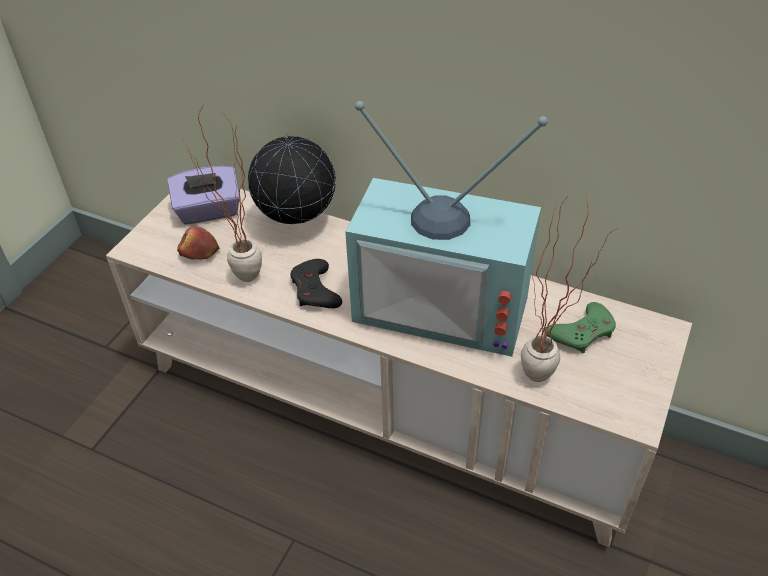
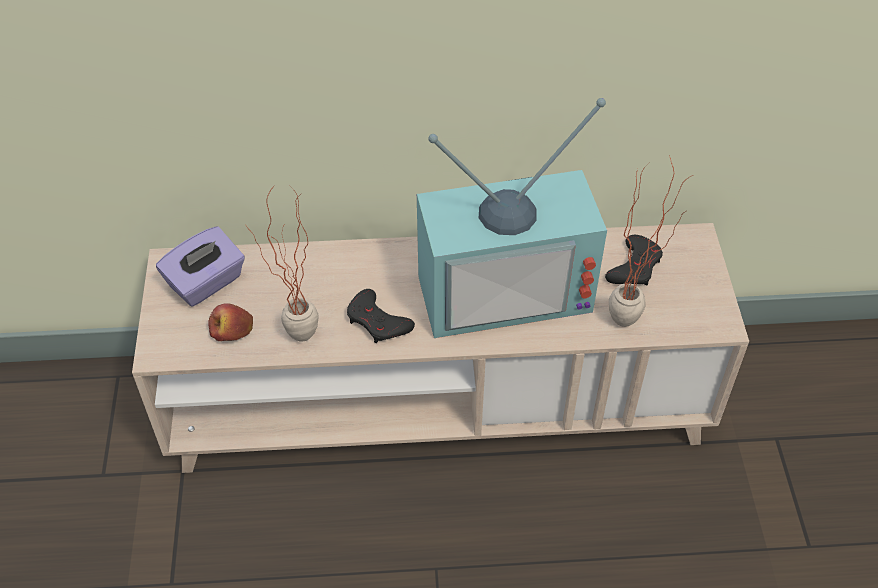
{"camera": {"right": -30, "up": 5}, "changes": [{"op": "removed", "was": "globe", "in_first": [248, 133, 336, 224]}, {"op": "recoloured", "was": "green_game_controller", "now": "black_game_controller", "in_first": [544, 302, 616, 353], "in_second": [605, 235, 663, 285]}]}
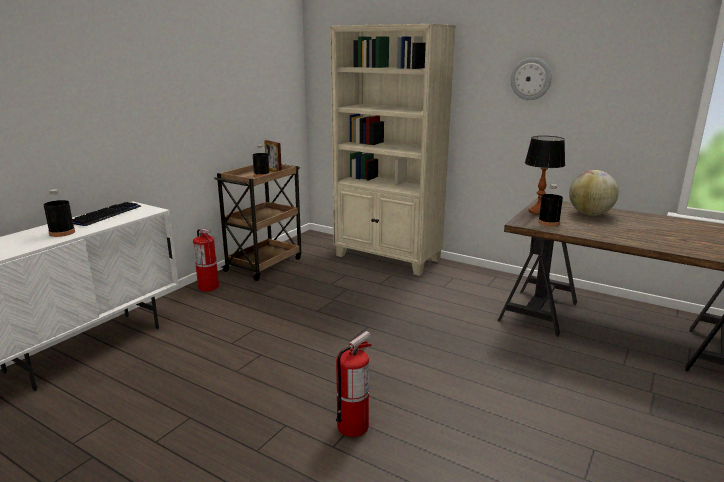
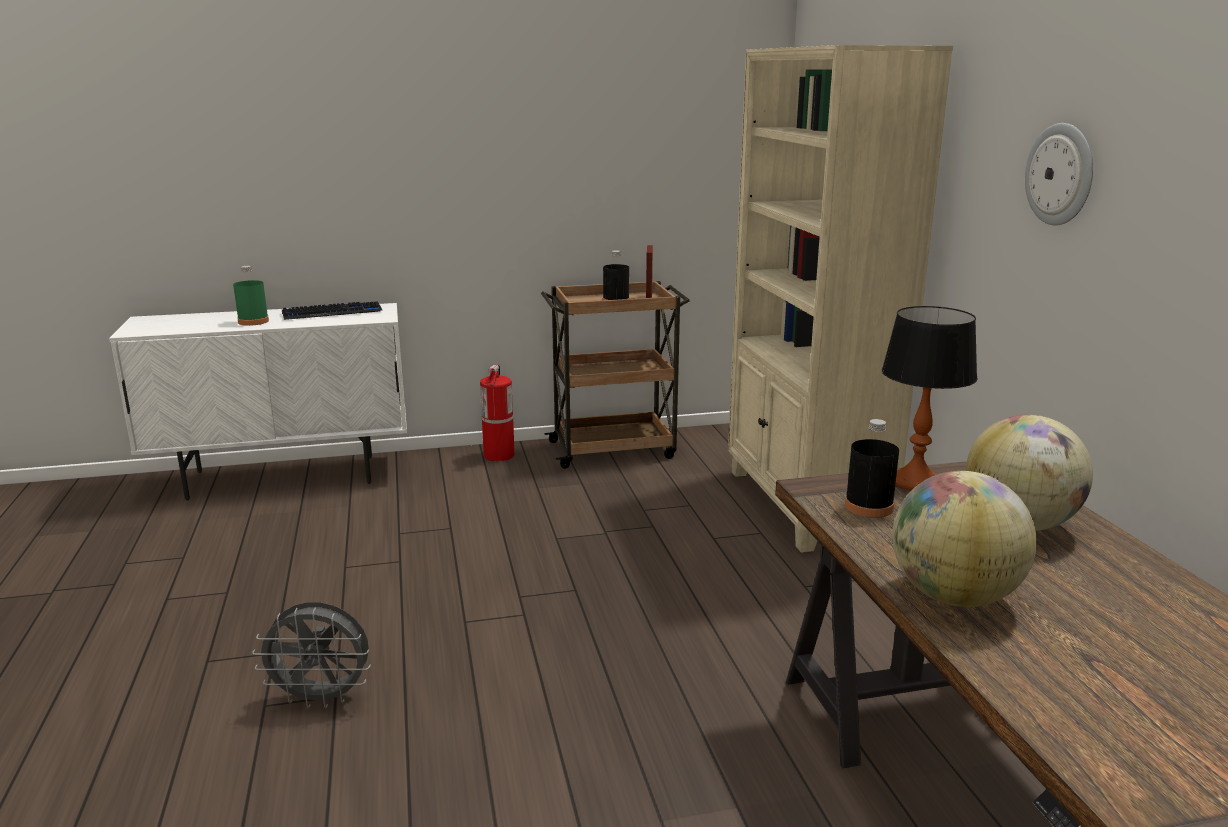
{"camera": {"right": 45, "up": 0}, "changes": [{"op": "recoloured", "was": "black_bottle", "now": "green_bottle", "in_first": [44, 189, 75, 237], "in_second": [233, 266, 269, 326]}, {"op": "replaced", "was": "fire_extinguisher", "now": "grey_fan", "in_first": [336, 331, 372, 437], "in_second": [252, 602, 371, 709]}, {"op": "added", "now": "globe", "in_second": [892, 471, 1037, 607]}]}
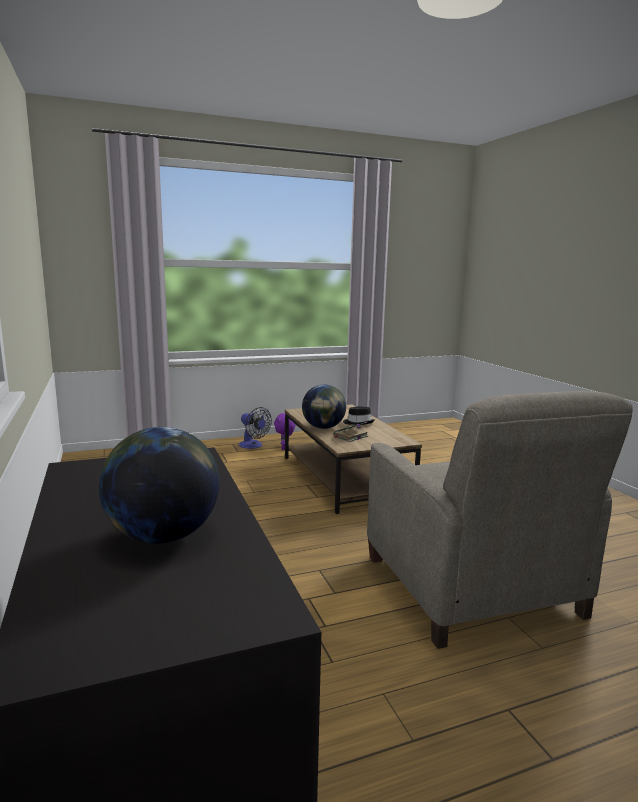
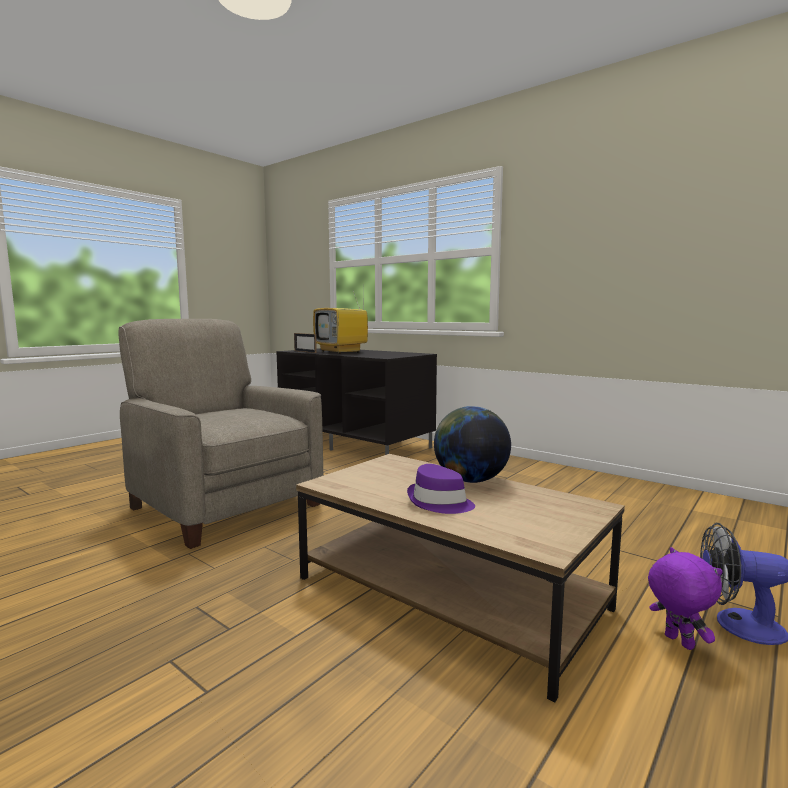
{"camera": {"right": 150, "up": -5}, "changes": [{"op": "recoloured", "was": "black_hat", "now": "purple_hat", "in_first": [343, 406, 374, 425], "in_second": [407, 464, 475, 514]}, {"op": "removed", "was": "book", "in_first": [333, 422, 368, 442]}, {"op": "replaced", "was": "globe", "now": "television", "in_first": [99, 427, 220, 544], "in_second": [313, 278, 368, 354]}, {"op": "added", "now": "picture_frame", "in_second": [294, 333, 317, 353]}]}
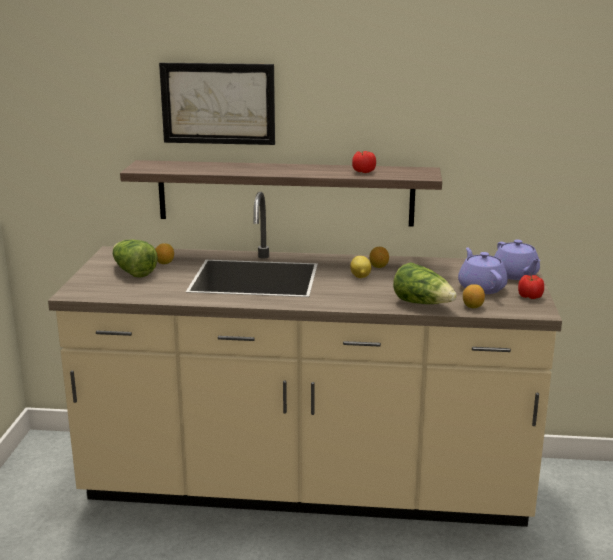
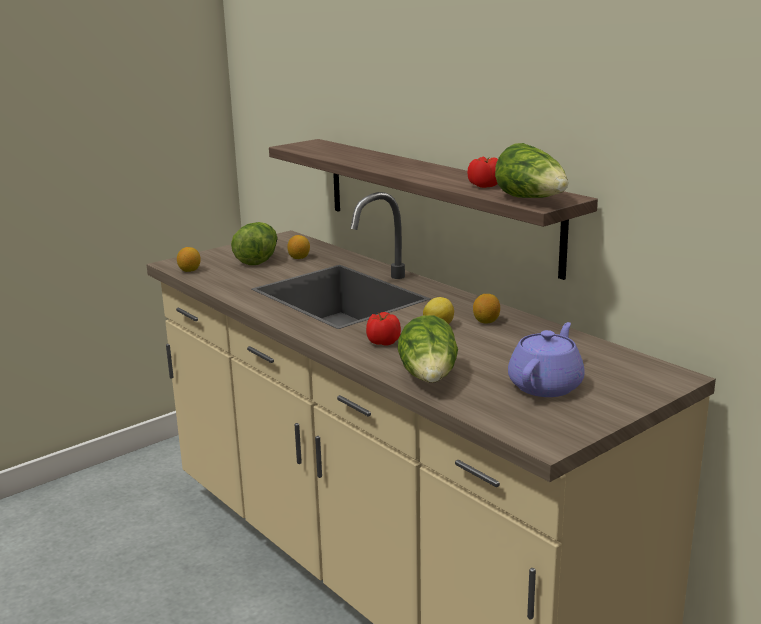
{"camera": {"right": 45, "up": 0}, "changes": [{"op": "removed", "was": "picture", "in_first": [159, 63, 275, 145]}, {"op": "removed", "was": "purple_teapot", "in_first": [495, 240, 541, 280]}, {"op": "moved", "was": "tomato", "in_first": [518, 275, 544, 299], "in_second": [366, 312, 401, 345]}, {"op": "moved", "was": "lemon", "in_first": [463, 284, 485, 308], "in_second": [177, 247, 201, 272]}, {"op": "added", "now": "lettuce", "in_second": [495, 143, 568, 198]}]}
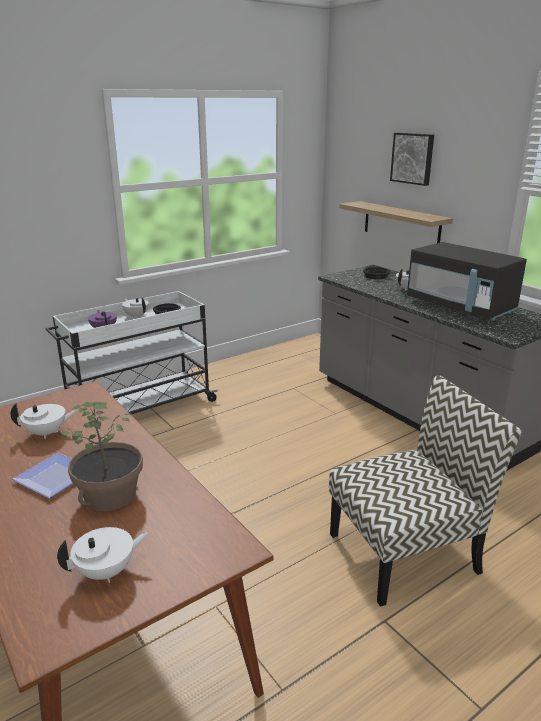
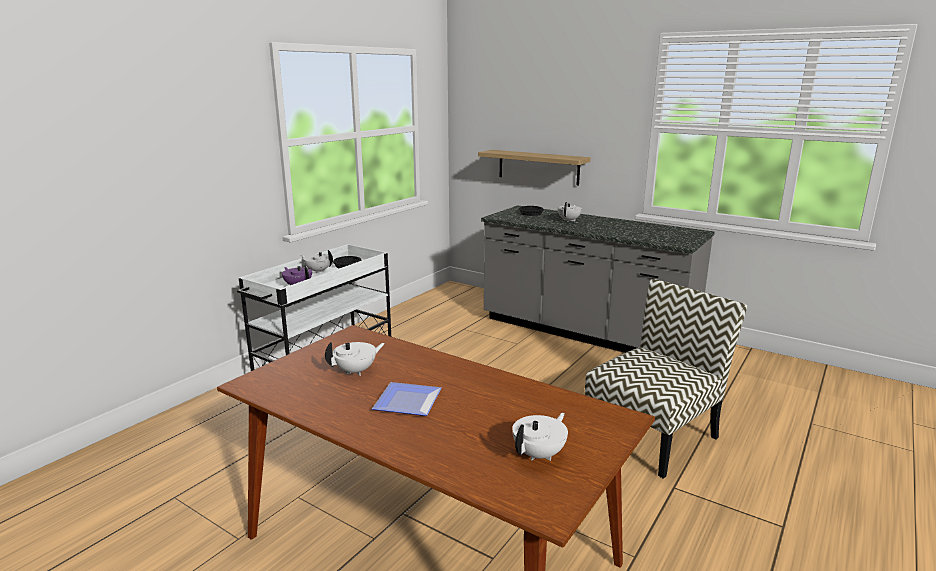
{"camera": {"right": -20, "up": -5}, "changes": [{"op": "removed", "was": "picture", "in_first": [390, 133, 434, 186]}, {"op": "removed", "was": "black_microwave", "in_first": [407, 242, 527, 321]}, {"op": "removed", "was": "potted_plant", "in_first": [61, 401, 143, 511]}]}
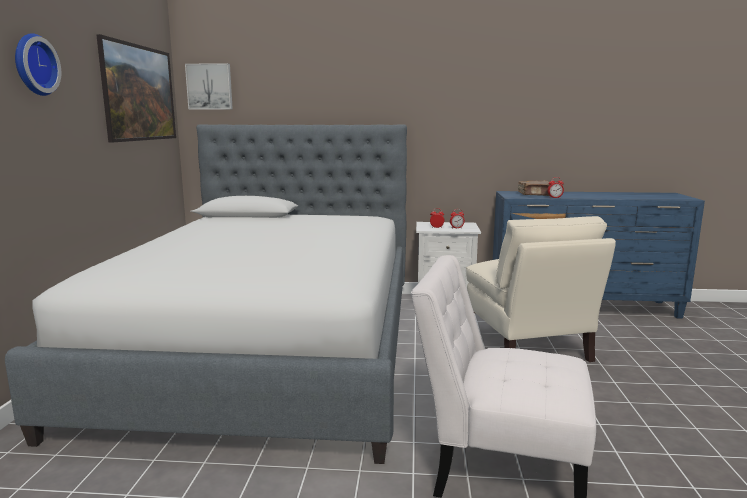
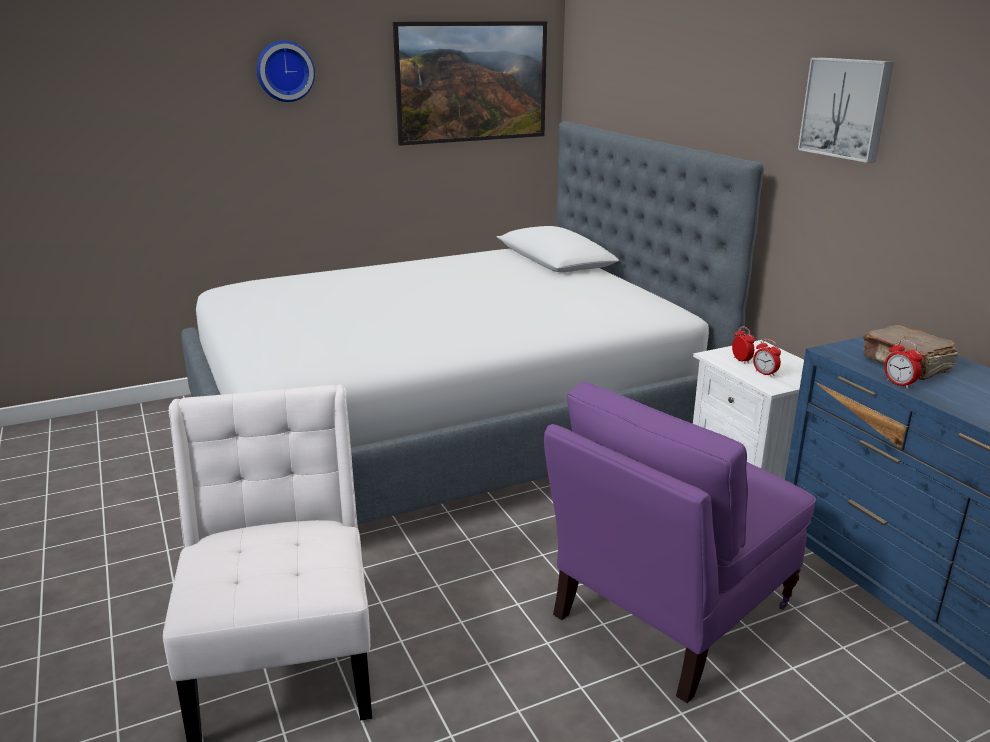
{"camera": {"right": 60, "up": 10}, "changes": [{"op": "moved", "was": "picture", "in_first": [185, 63, 233, 110], "in_second": [798, 57, 894, 163]}, {"op": "recoloured", "was": "beige_armchair", "now": "purple_armchair", "in_first": [466, 216, 616, 362], "in_second": [544, 381, 816, 703]}]}
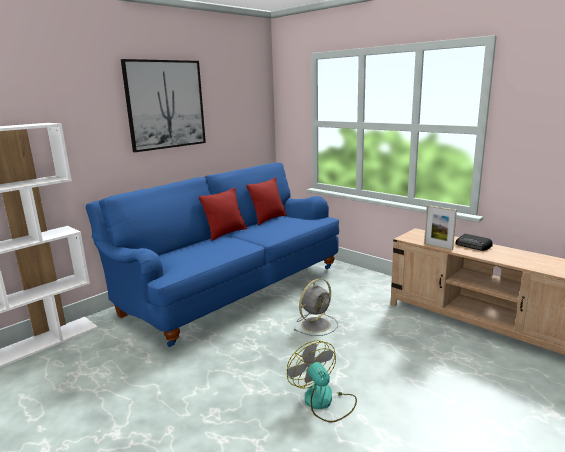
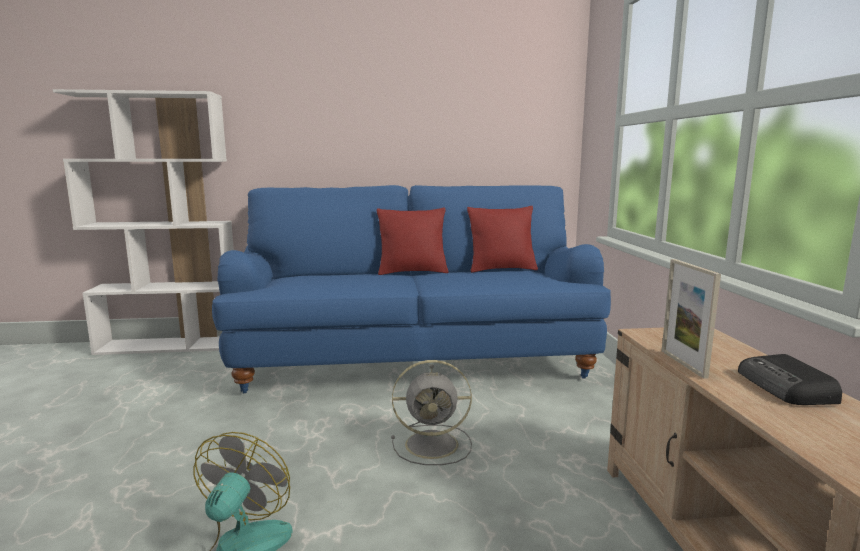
{"camera": {"right": 40, "up": -5}, "changes": [{"op": "removed", "was": "picture", "in_first": [121, 59, 206, 152]}]}
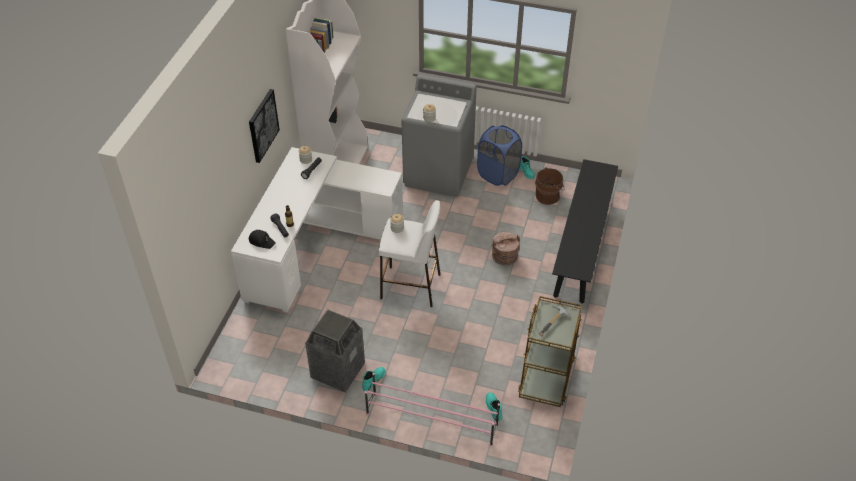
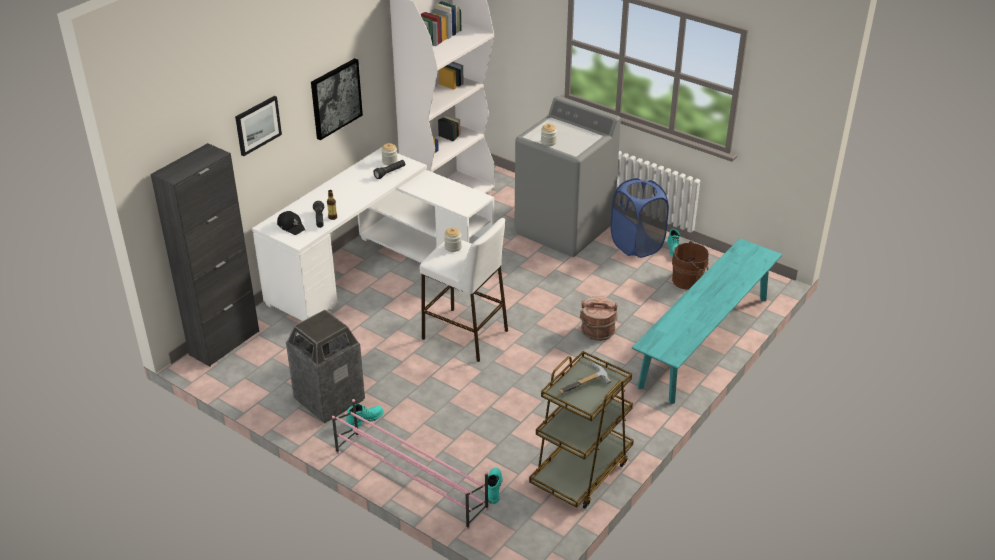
{"camera": {"right": 20, "up": -10}, "changes": [{"op": "recoloured", "was": "black_bench", "now": "turquoise_bench", "in_first": [552, 159, 618, 304], "in_second": [632, 238, 782, 404]}, {"op": "added", "now": "picture", "in_second": [235, 96, 282, 156]}, {"op": "added", "now": "black_cabinet", "in_second": [151, 143, 259, 367]}]}
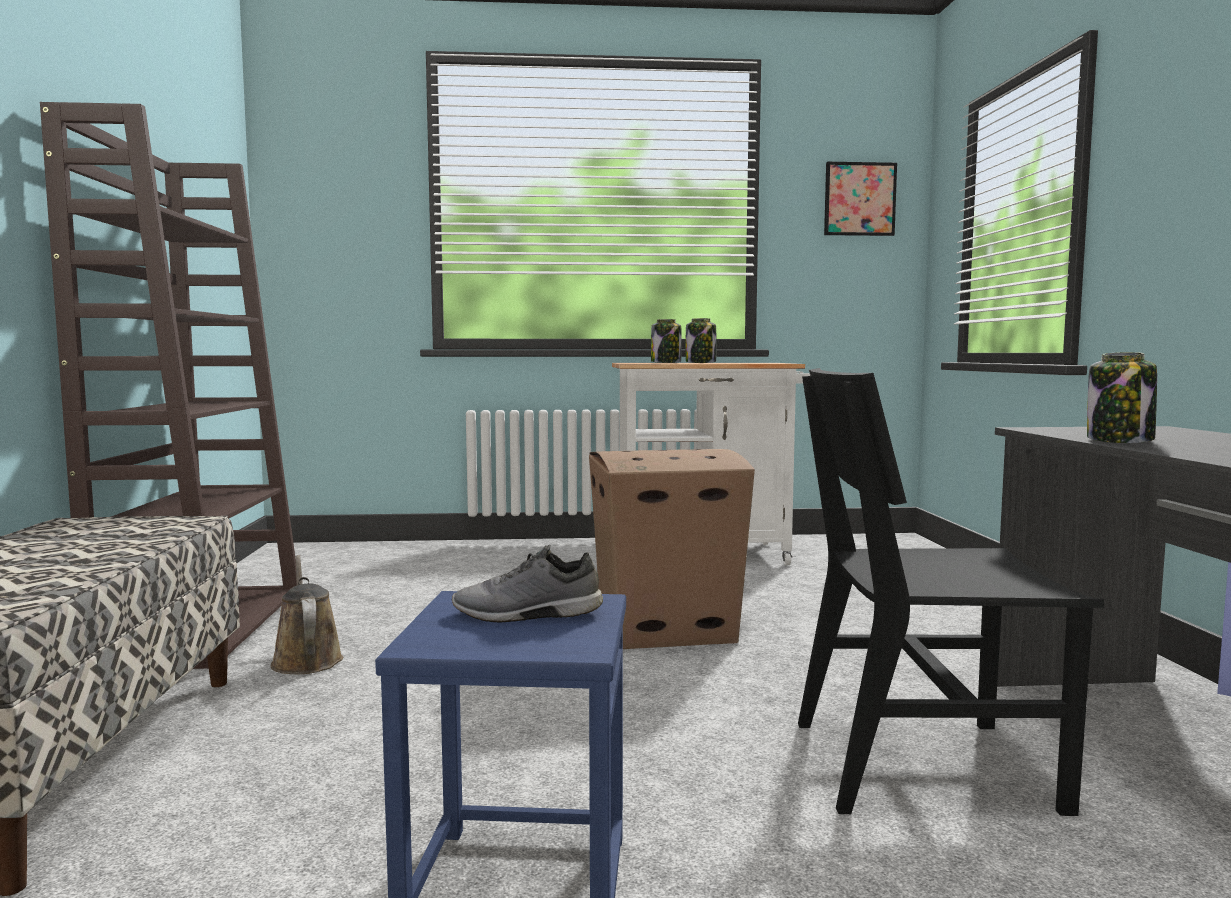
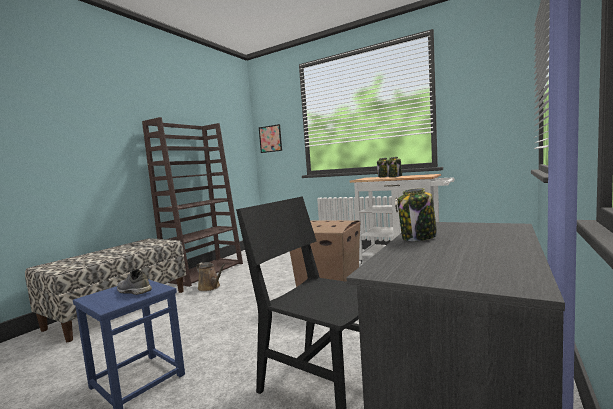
{"camera": {"right": 35, "up": 0}, "changes": [{"op": "moved", "was": "picture", "in_first": [824, 162, 897, 236], "in_second": [259, 124, 282, 153]}, {"op": "turned", "was": "brown_watering_can", "in_first": [271, 555, 343, 674], "in_second": [196, 262, 225, 291], "clockwise": 120}]}
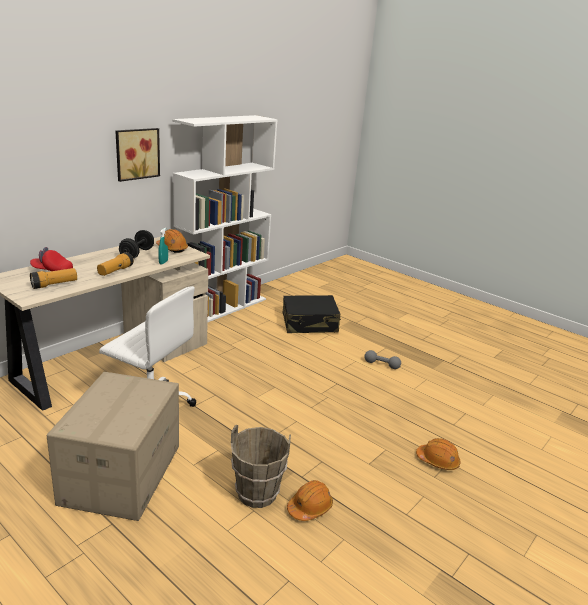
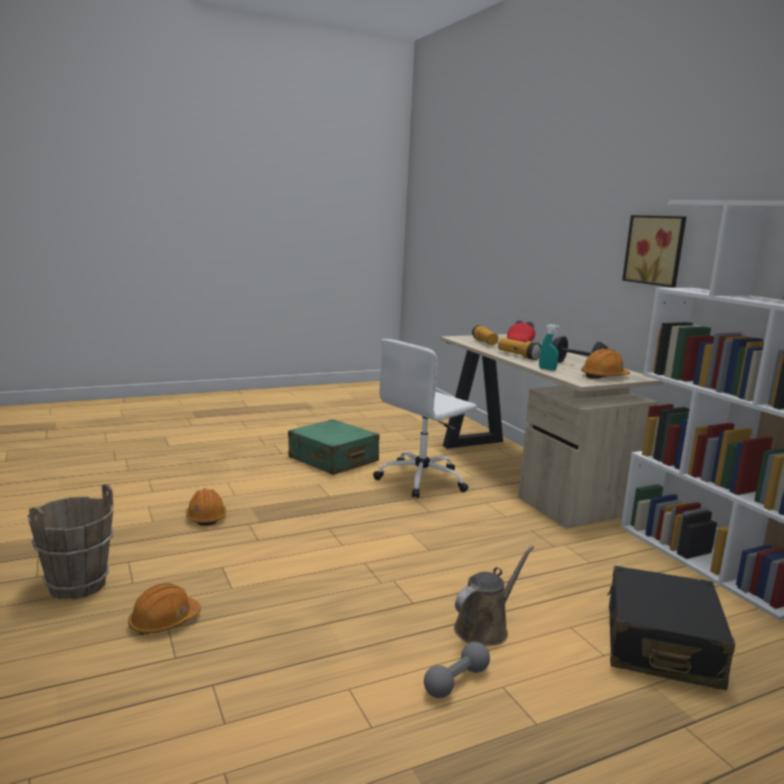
{"camera": {"right": 115, "up": -10}, "changes": [{"op": "replaced", "was": "cardboard_box", "now": "green_suitcase", "in_first": [47, 372, 179, 521], "in_second": [288, 419, 379, 475]}, {"op": "moved", "was": "brown_bucket", "in_first": [231, 425, 291, 508], "in_second": [27, 484, 113, 599]}, {"op": "added", "now": "brown_watering_can", "in_second": [454, 546, 534, 646]}]}
